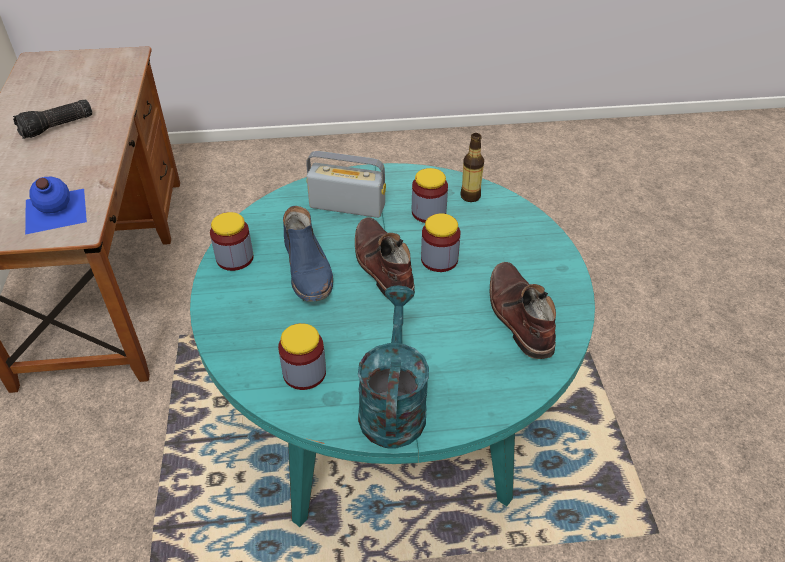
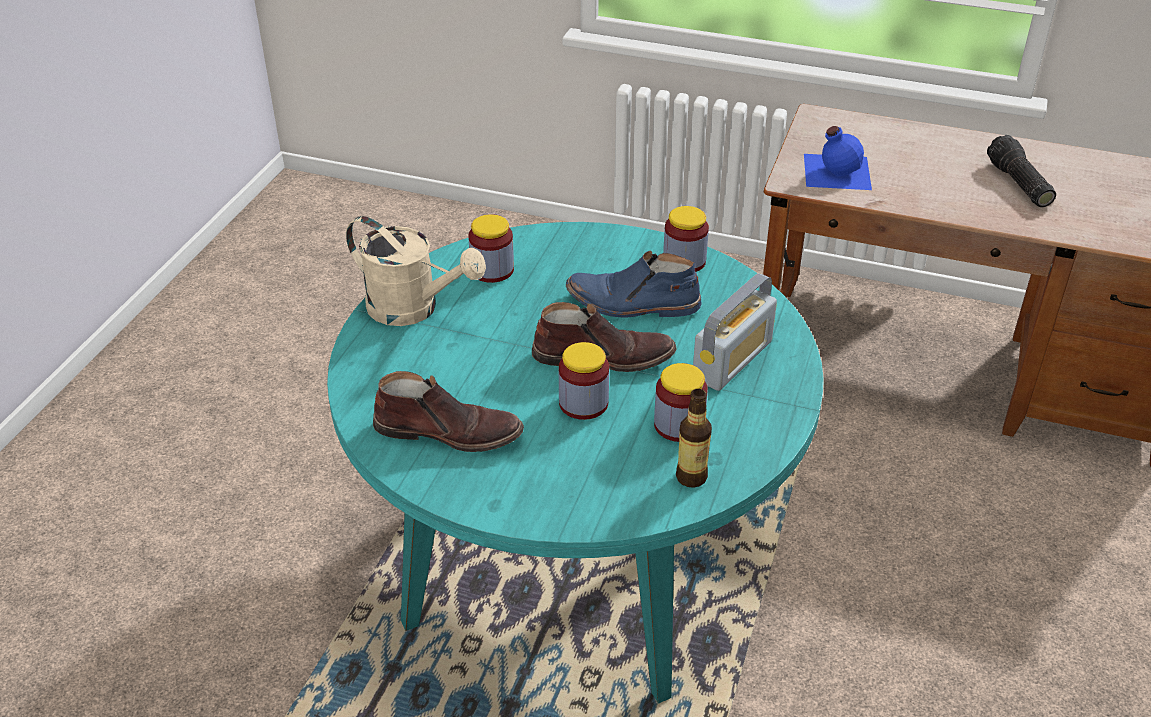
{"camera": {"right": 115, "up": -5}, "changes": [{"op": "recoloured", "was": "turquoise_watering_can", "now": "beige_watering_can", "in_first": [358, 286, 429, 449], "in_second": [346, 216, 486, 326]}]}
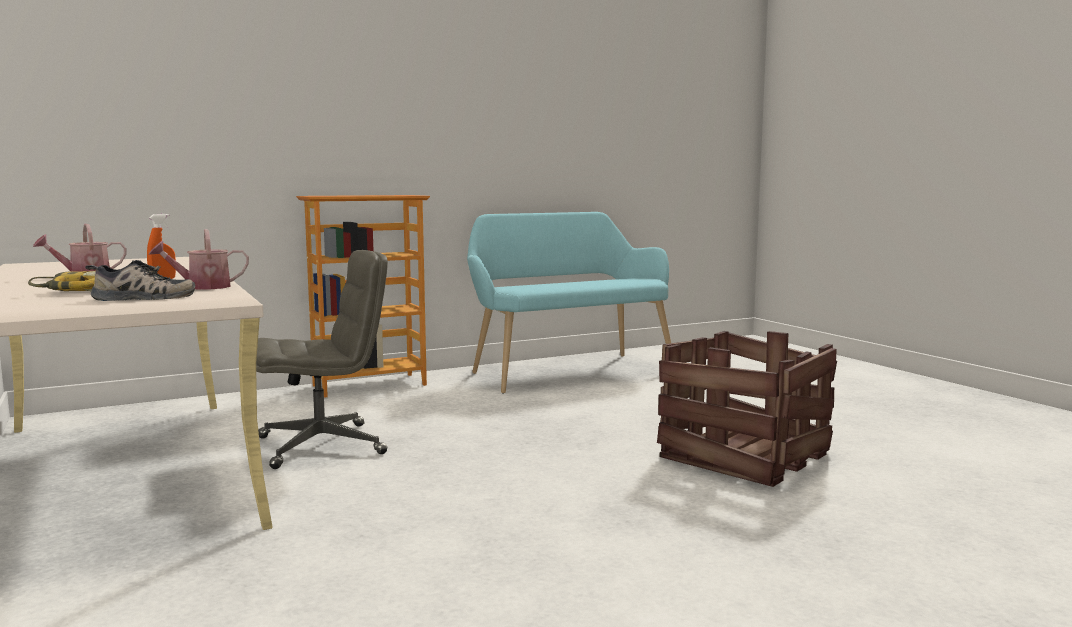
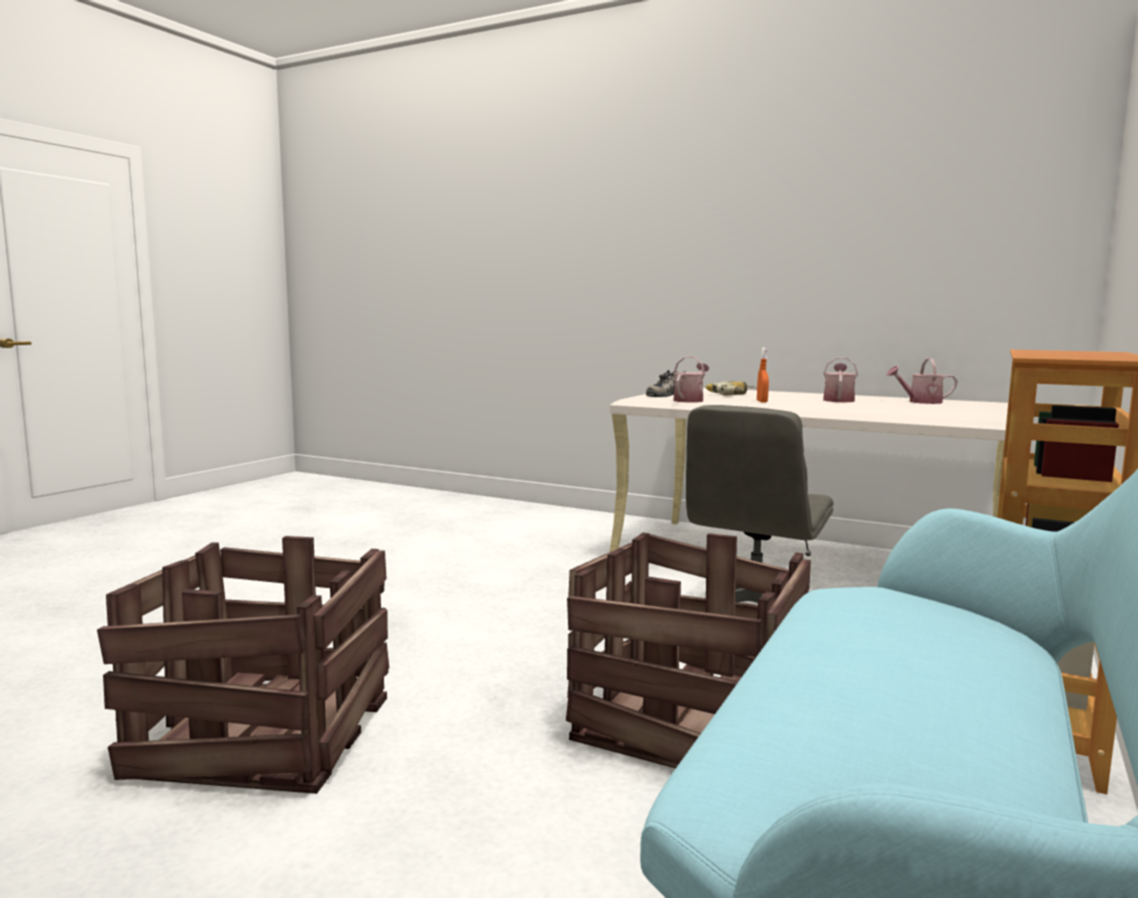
{"camera": {"right": 145, "up": 0}, "changes": [{"op": "added", "now": "watering_can", "in_second": [887, 358, 958, 404]}, {"op": "added", "now": "crate", "in_second": [566, 533, 811, 769]}]}
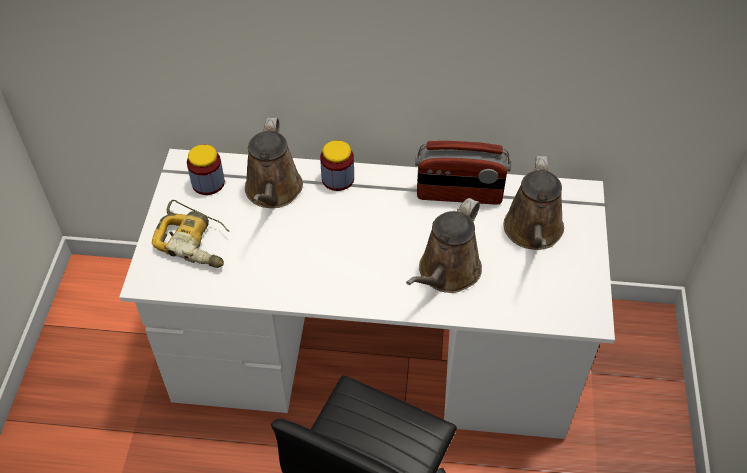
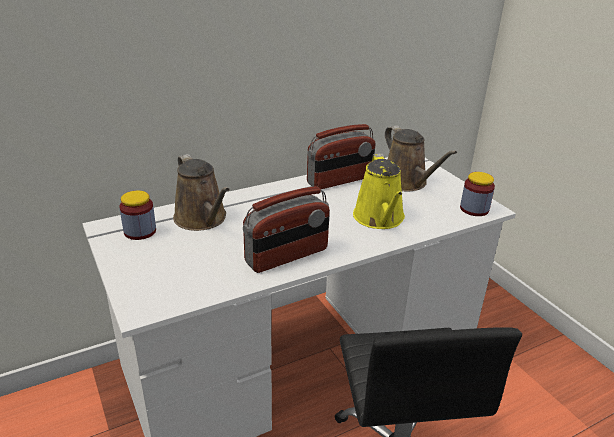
{"camera": {"right": -35, "up": -20}, "changes": [{"op": "moved", "was": "jar", "in_first": [320, 140, 354, 191], "in_second": [460, 172, 495, 216]}, {"op": "recoloured", "was": "brown_watering_can", "now": "yellow_watering_can", "in_first": [406, 198, 482, 293], "in_second": [353, 154, 405, 229]}, {"op": "removed", "was": "power_drill", "in_first": [152, 200, 230, 268]}, {"op": "added", "now": "radio", "in_second": [243, 186, 330, 273]}]}
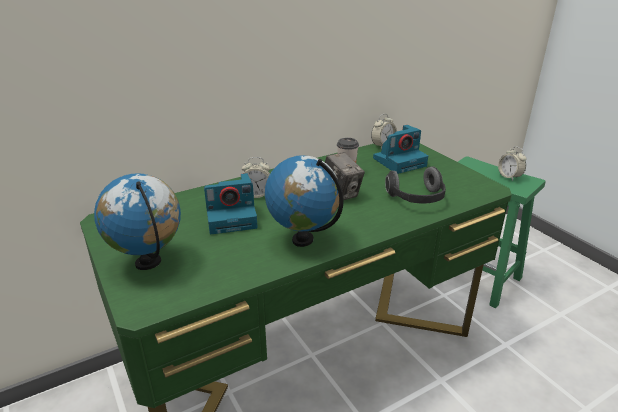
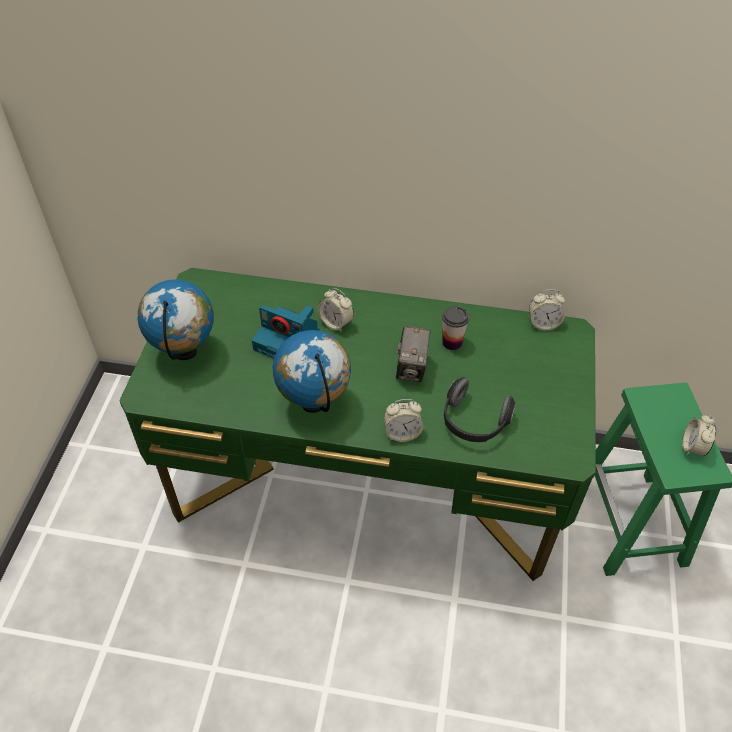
{"camera": {"right": 40, "up": 20}, "changes": [{"op": "removed", "was": "photo_camera", "in_first": [373, 125, 428, 174]}, {"op": "added", "now": "alarm_clock", "in_second": [384, 399, 423, 442]}]}
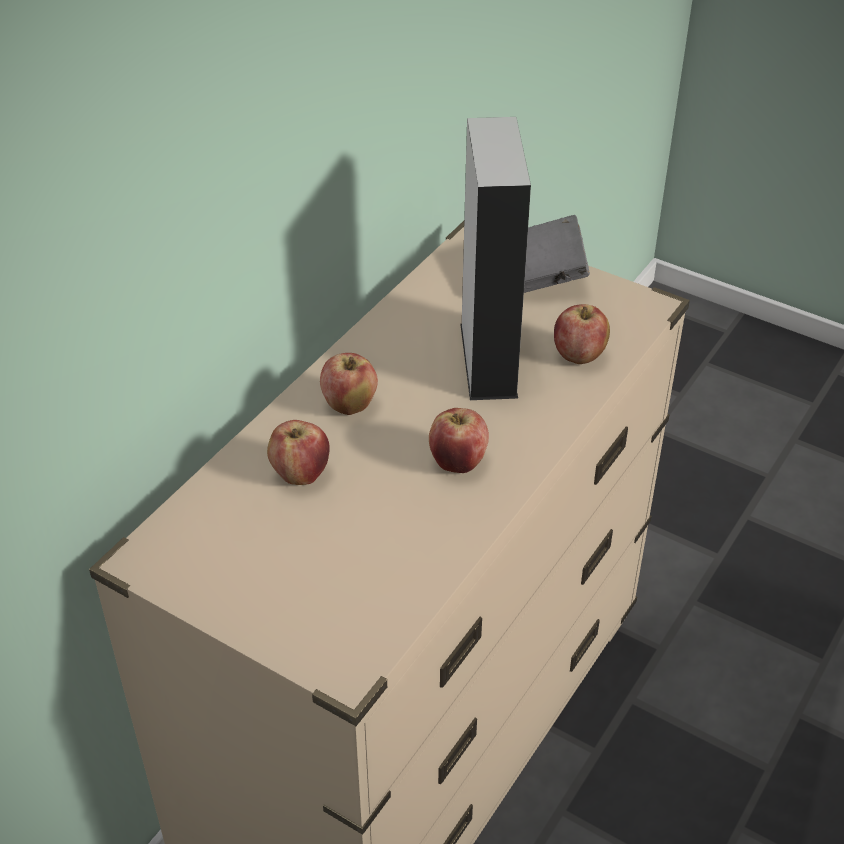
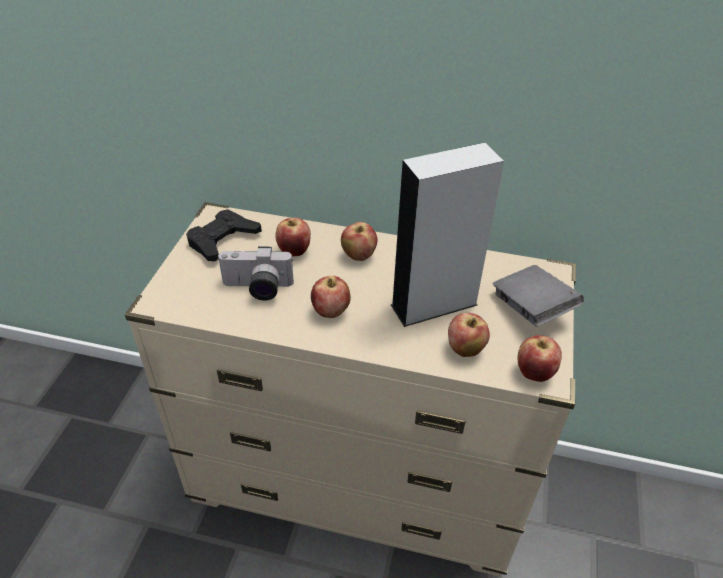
{"camera": {"right": 70, "up": 0}, "changes": [{"op": "added", "now": "black_game_controller", "in_second": [186, 209, 262, 262]}, {"op": "added", "now": "photo_camera", "in_second": [217, 247, 294, 301]}, {"op": "added", "now": "apple", "in_second": [517, 335, 562, 382]}]}
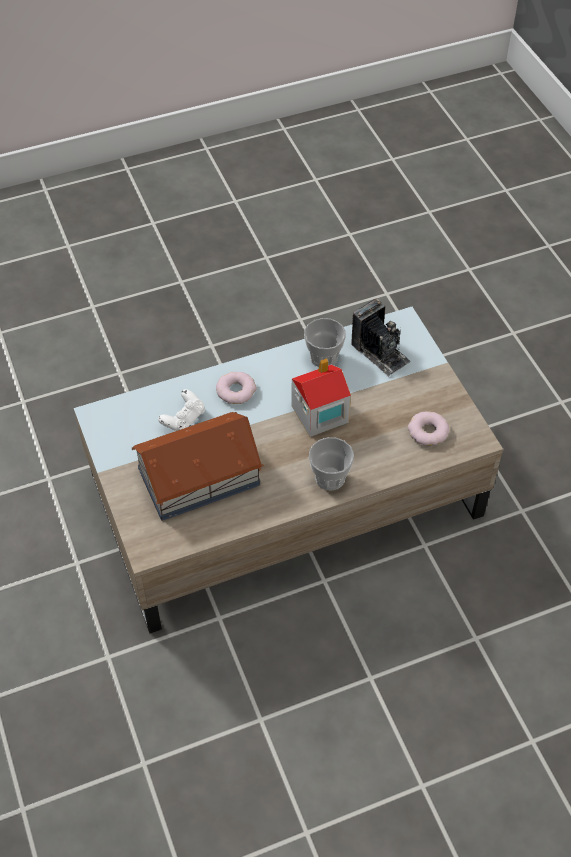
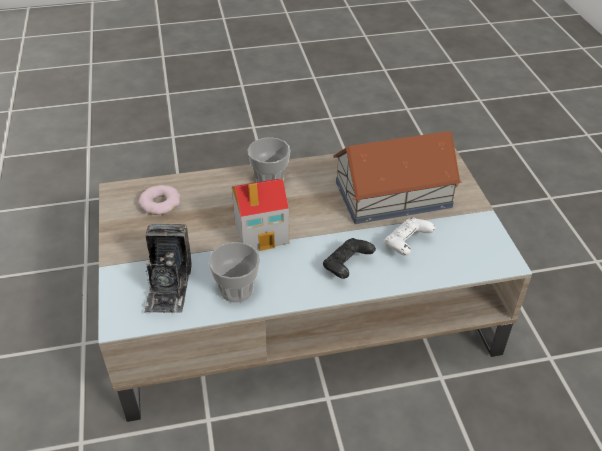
{"camera": {"right": -170, "up": -10}, "changes": [{"op": "turned", "was": "photo_camera", "in_first": [351, 299, 411, 376], "in_second": [144, 224, 192, 313], "clockwise": -150}, {"op": "replaced", "was": "donut", "now": "black_game_controller", "in_first": [216, 372, 257, 404], "in_second": [323, 238, 376, 279]}]}
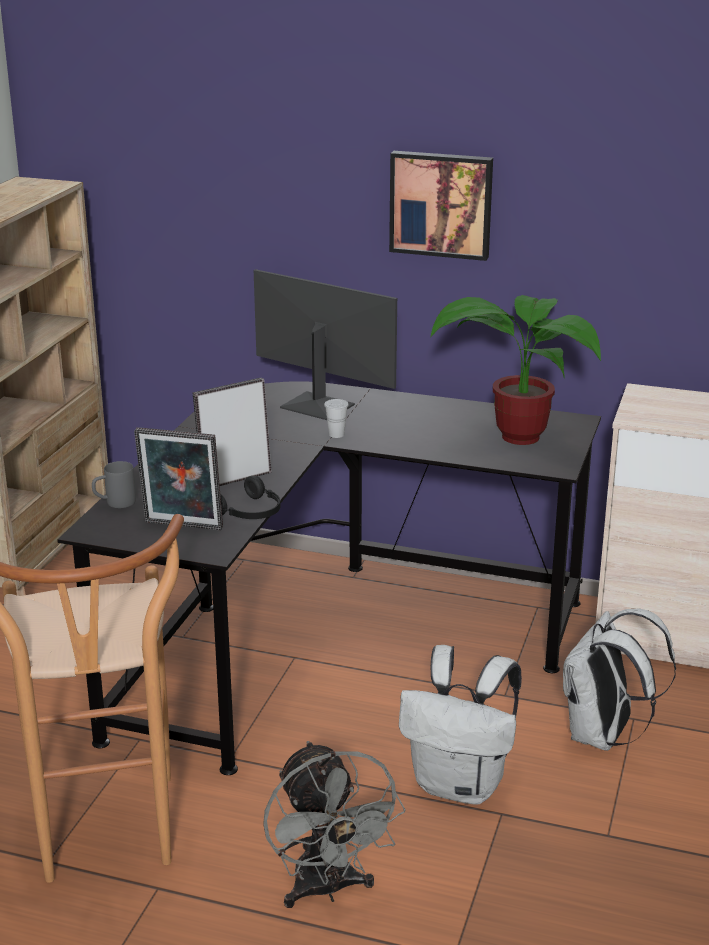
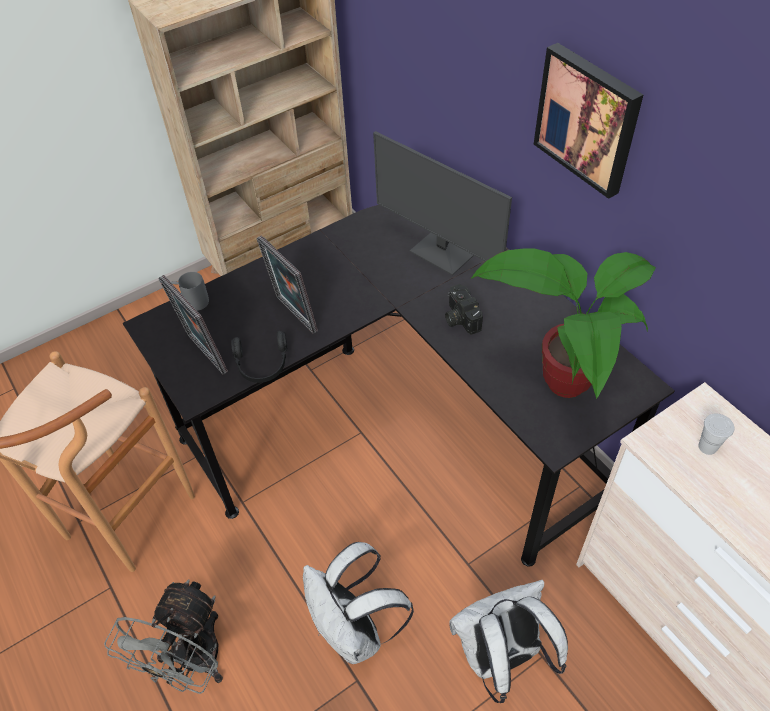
{"camera": {"right": 40, "up": 25}, "changes": [{"op": "turned", "was": "monitor", "in_first": [254, 269, 397, 420], "in_second": [373, 131, 512, 275], "clockwise": 150}, {"op": "turned", "was": "picture_frame", "in_first": [193, 378, 271, 486], "in_second": [256, 235, 318, 334], "clockwise": -135}, {"op": "moved", "was": "white_cup", "in_first": [324, 399, 349, 438], "in_second": [698, 414, 735, 455]}, {"op": "added", "now": "photo_camera", "in_second": [445, 284, 483, 335]}]}
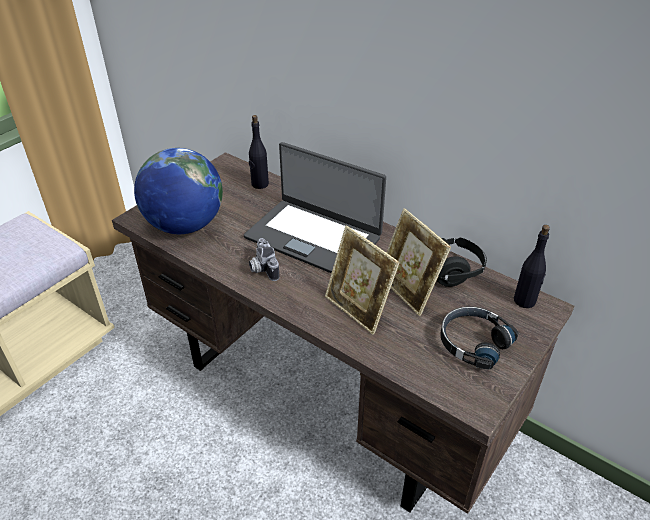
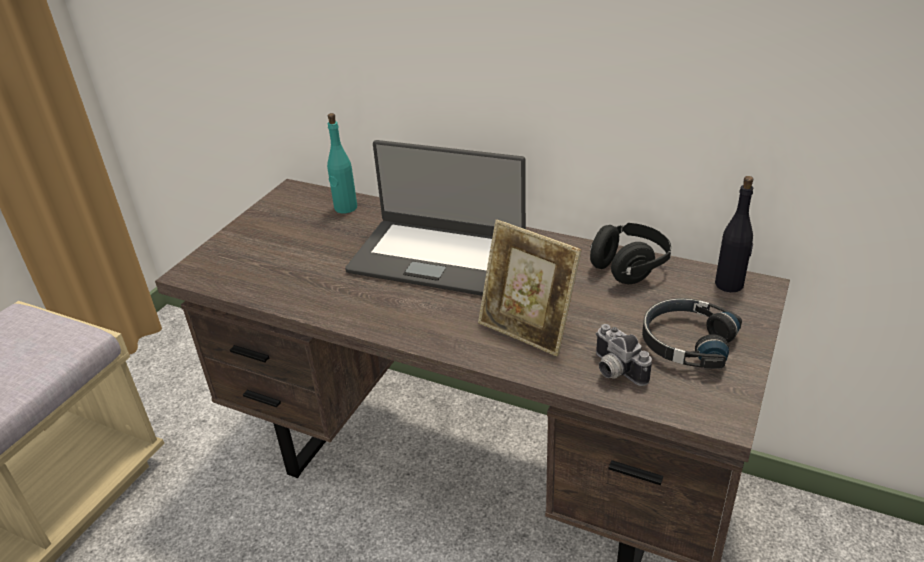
{"camera": {"right": -10, "up": -5}, "changes": [{"op": "recoloured", "was": "black_bottle", "now": "turquoise_bottle", "in_first": [249, 115, 269, 189], "in_second": [327, 113, 357, 214]}, {"op": "removed", "was": "globe", "in_first": [134, 148, 223, 234]}, {"op": "removed", "was": "picture_frame", "in_first": [386, 208, 451, 316]}, {"op": "moved", "was": "photo_camera", "in_first": [249, 238, 280, 281], "in_second": [596, 324, 652, 386]}]}
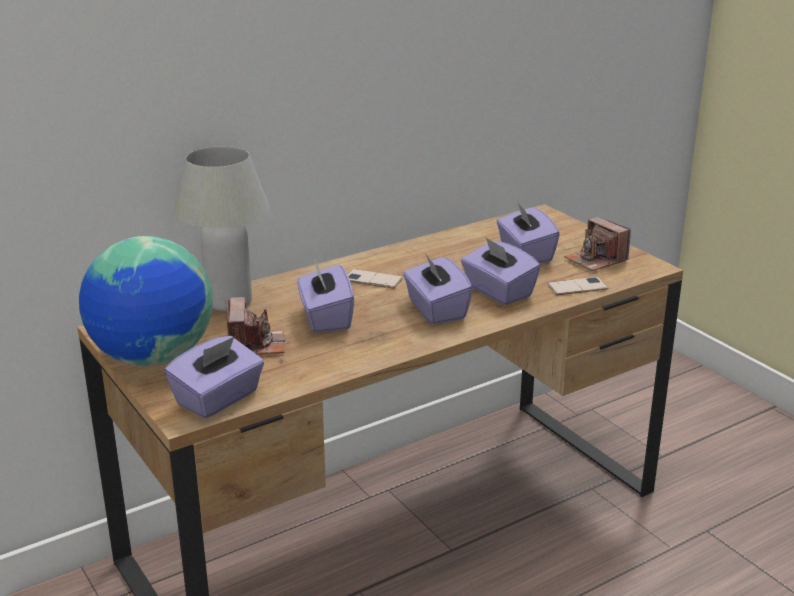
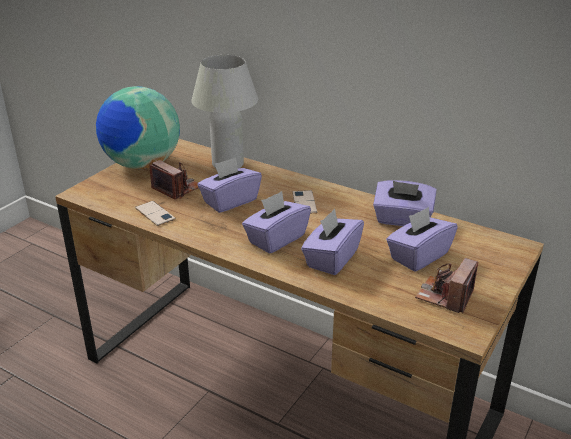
{"camera": {"right": 65, "up": 5}, "changes": [{"op": "moved", "was": "phone", "in_first": [547, 277, 608, 295], "in_second": [135, 201, 176, 226]}, {"op": "turned", "was": "photo_camera", "in_first": [225, 297, 285, 355], "in_second": [149, 160, 199, 200], "clockwise": -105}, {"op": "moved", "was": "purple_tissue_box", "in_first": [164, 336, 264, 418], "in_second": [373, 180, 436, 226]}]}
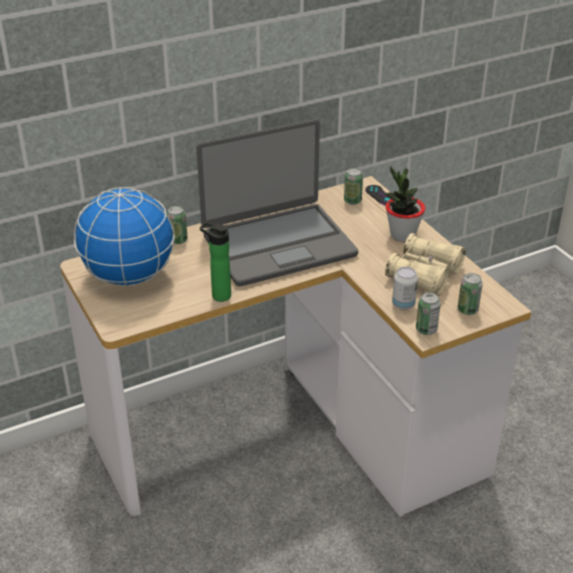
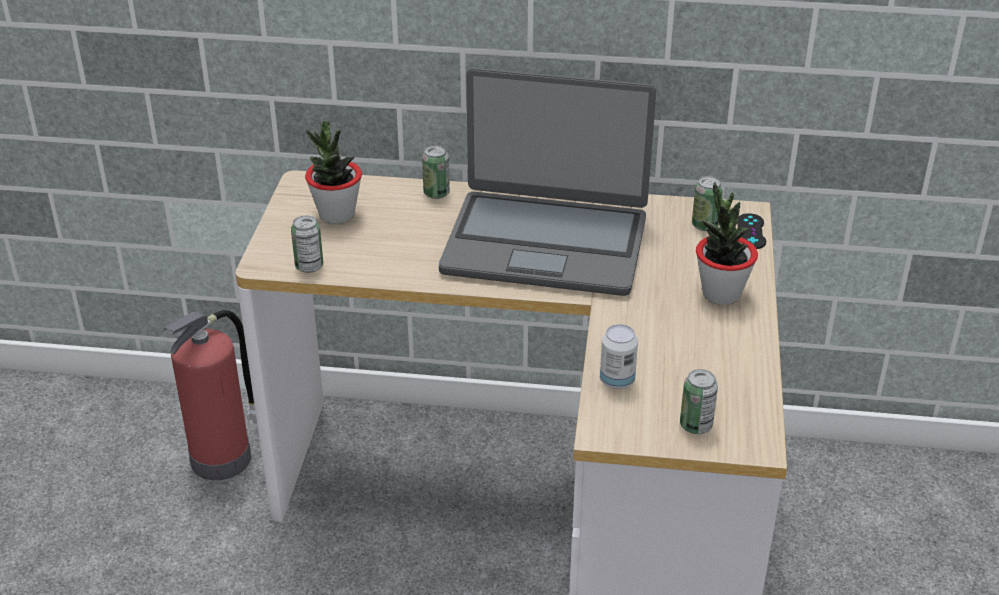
{"camera": {"right": 35, "up": 0}, "changes": [{"op": "replaced", "was": "globe", "now": "potted_plant", "in_first": [74, 187, 175, 287], "in_second": [305, 121, 362, 224]}, {"op": "removed", "was": "bottle", "in_first": [200, 222, 231, 302]}, {"op": "removed", "was": "beige_binoculars", "in_first": [385, 233, 465, 296]}, {"op": "moved", "was": "can", "in_first": [416, 292, 441, 335], "in_second": [291, 215, 323, 273]}, {"op": "added", "now": "fire_extinguisher", "in_second": [163, 310, 257, 480]}]}
